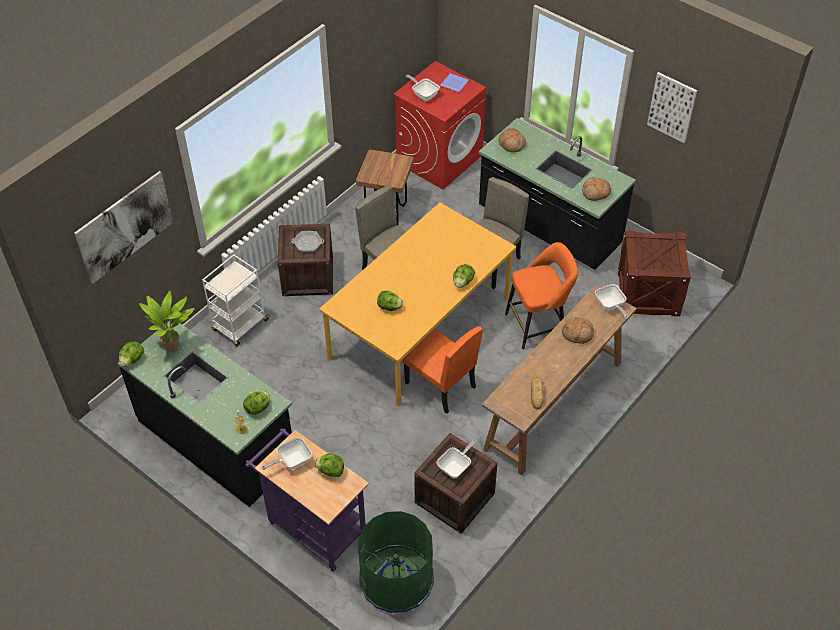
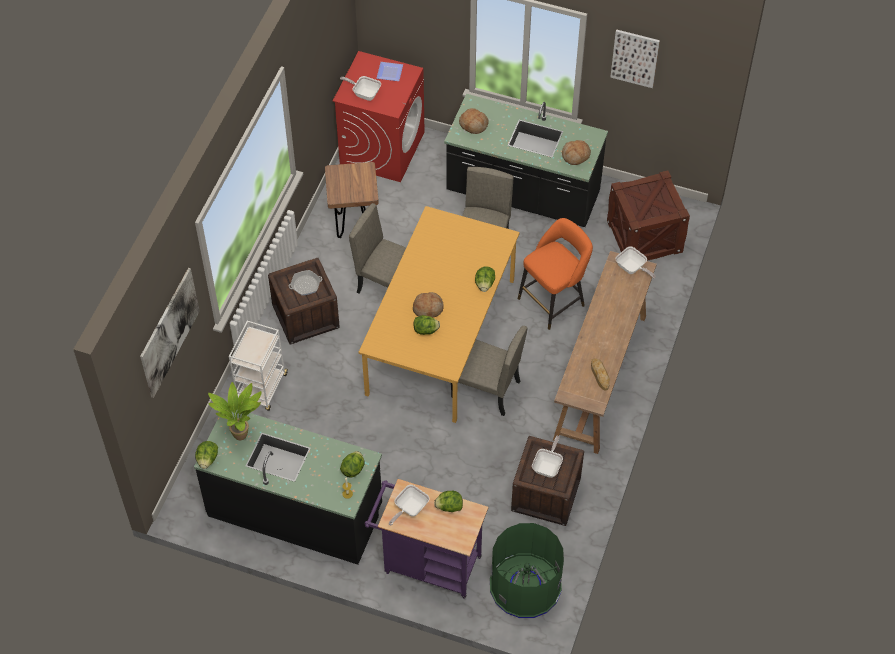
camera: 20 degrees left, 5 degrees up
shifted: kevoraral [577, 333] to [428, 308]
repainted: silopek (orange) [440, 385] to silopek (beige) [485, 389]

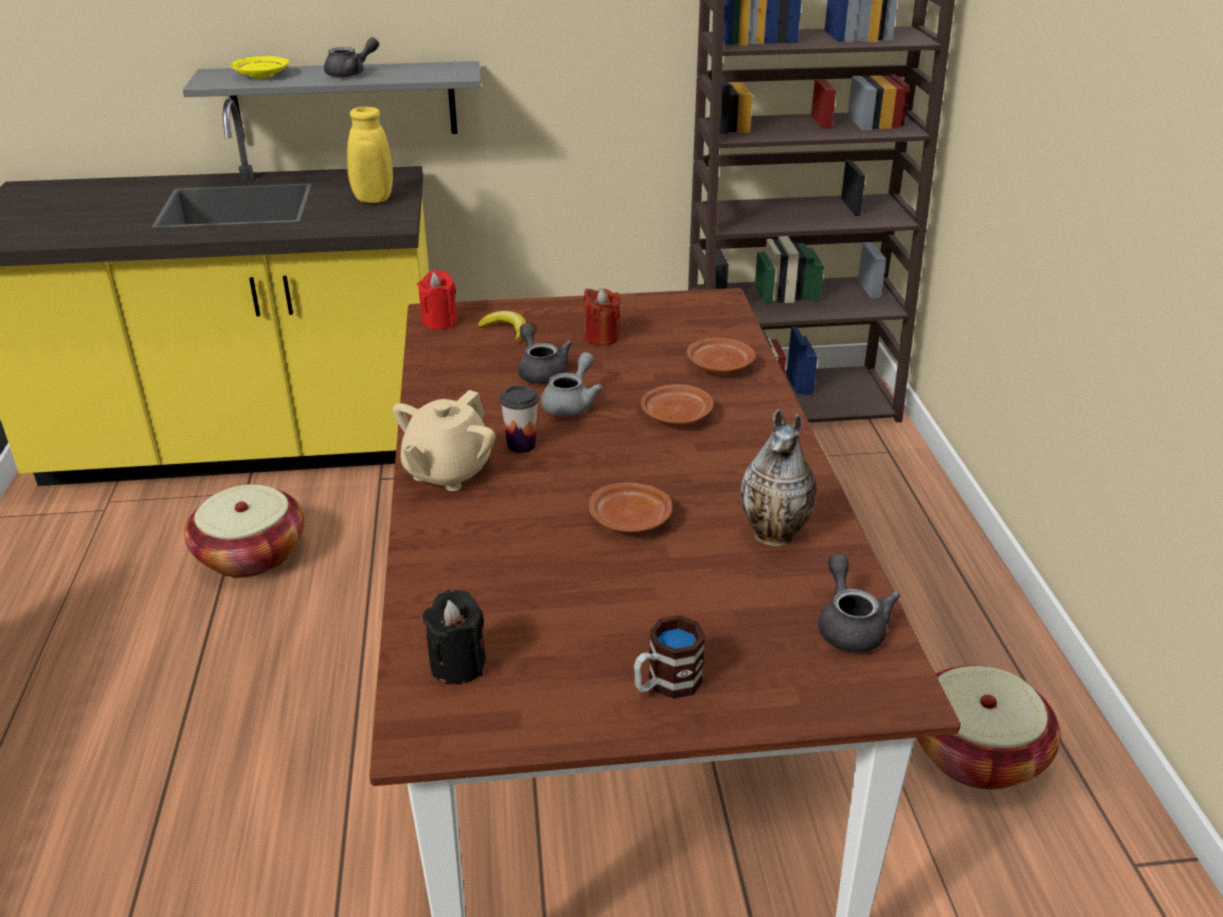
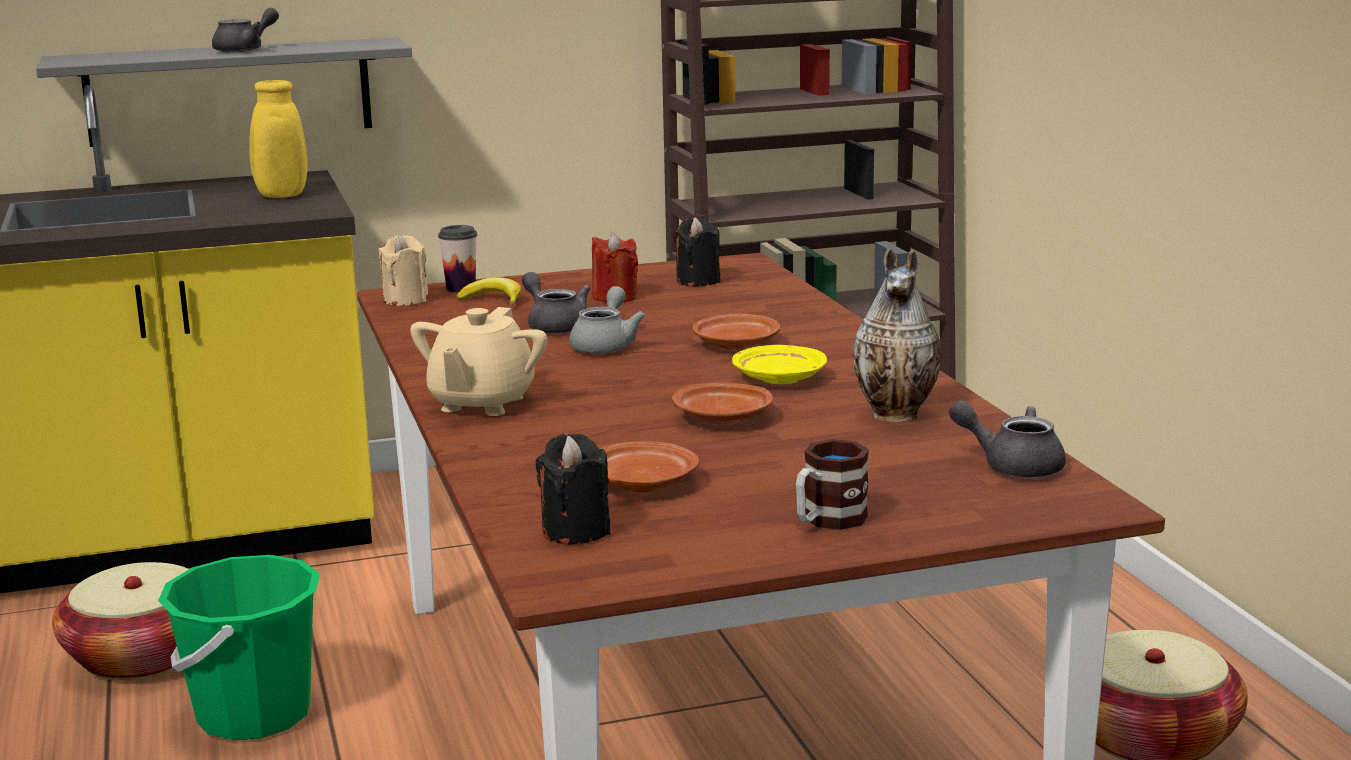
camera: 10 degrees left, 15 degrees down
new: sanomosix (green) [254, 714]; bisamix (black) [698, 281]
shifted: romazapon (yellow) [260, 75] to [778, 378]; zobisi [521, 445] to [461, 288]; romazapon (brown) [719, 366] to [640, 483]
repainted: bisamix (red) [439, 322] to bisamix (beige) [405, 300]
rotated: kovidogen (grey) [849, 625] = [1012, 465] 45 degrees counterclockwise

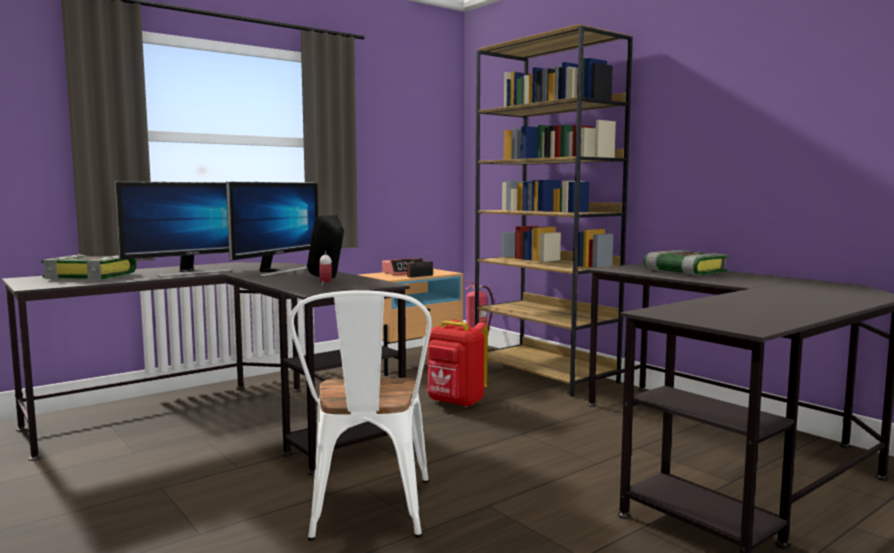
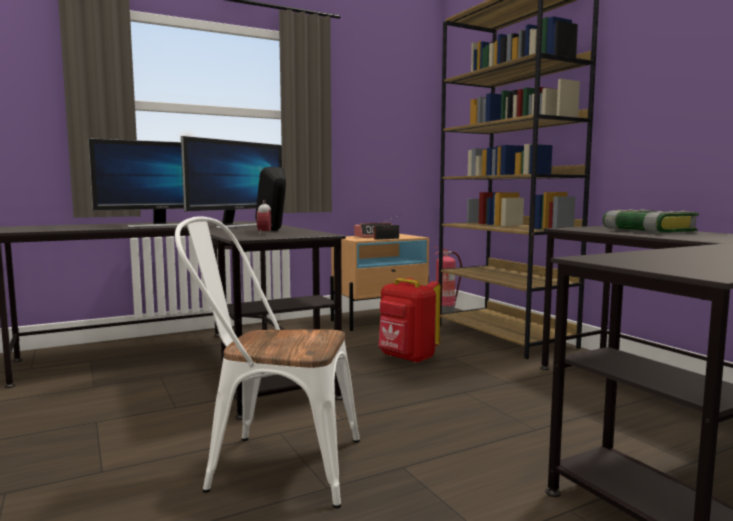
camera: 10 degrees right, 0 degrees up
gone: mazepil [92, 276]
rotated: silopek (white) [367, 514] = [273, 465] 90 degrees clockwise

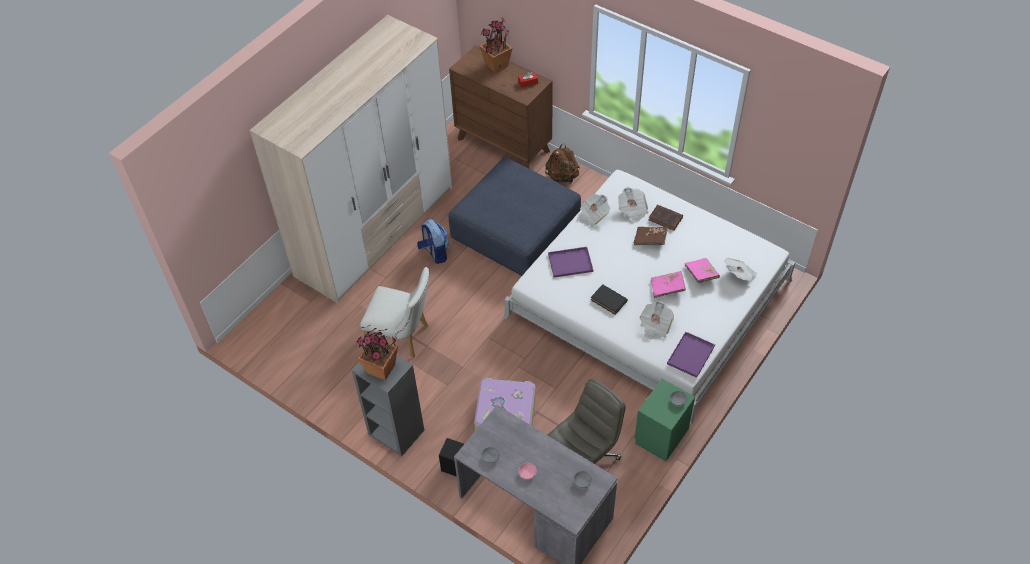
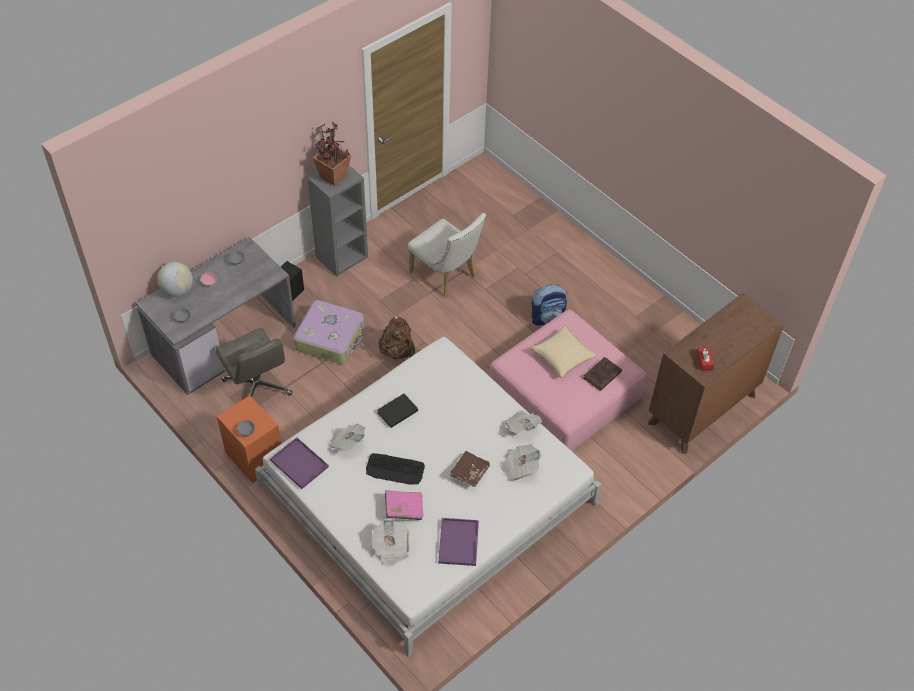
camera: 100 degrees right, 0 degrees up
gone: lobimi [376, 231]; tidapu [496, 65]
new: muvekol [177, 290]; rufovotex [562, 357]
shifted: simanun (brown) [562, 177] to [397, 351]; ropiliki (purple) [569, 263] to [458, 541]; mazepil (brown) [666, 219] to [601, 376]
swapped: mazepil (pink) [667, 288] to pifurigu [395, 469]
repainted: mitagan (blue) [516, 229] to mitagan (pink) [563, 394]; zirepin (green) [661, 436] to zirepin (orange) [254, 457]
rotated: silopek (white) [403, 337] = [446, 276] 75 degrees counterclockwise

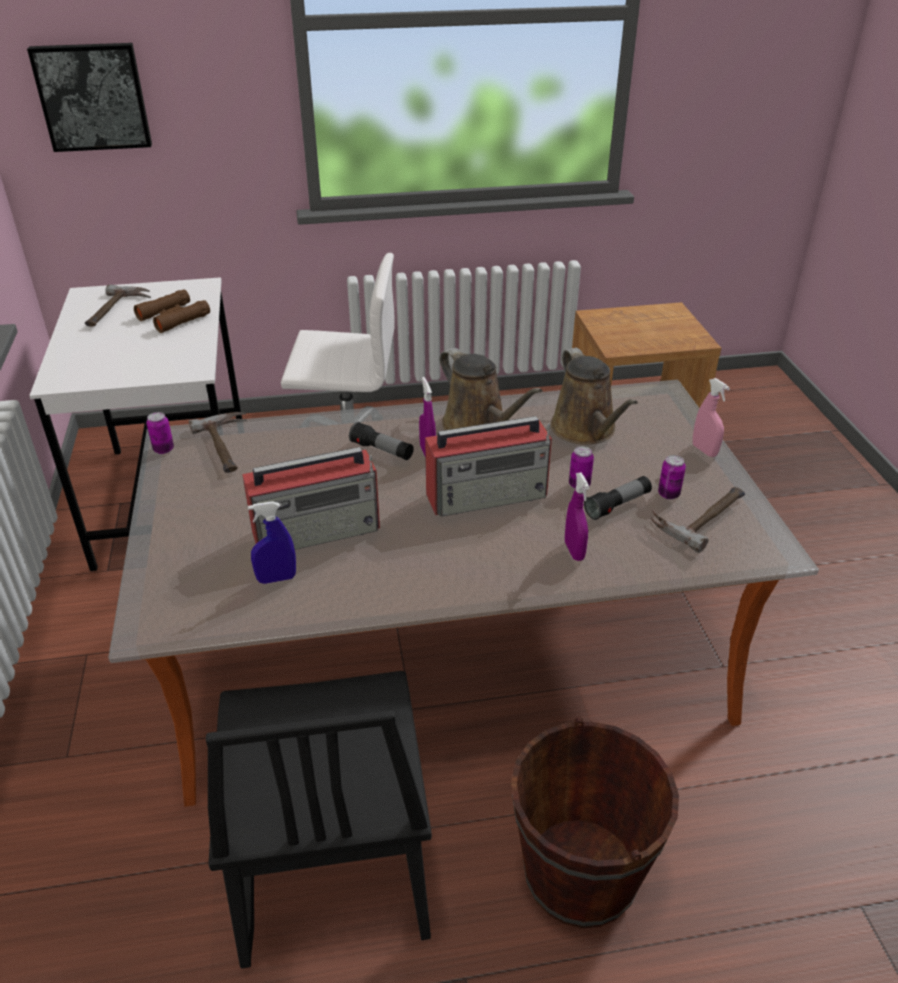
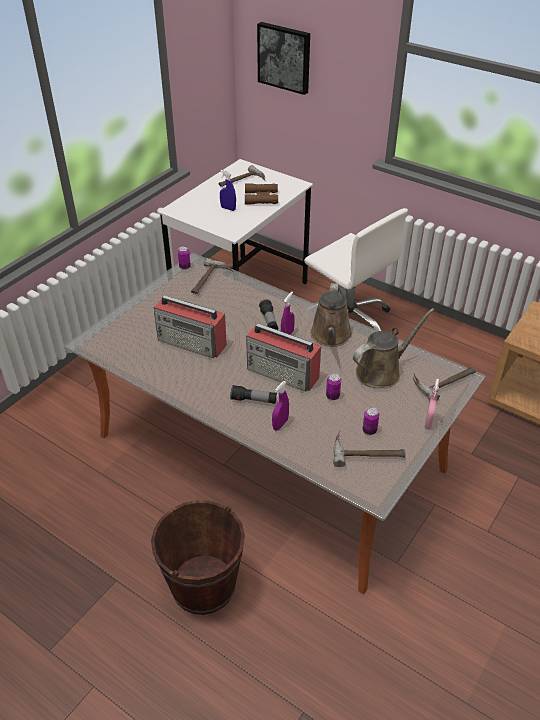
camera: 45 degrees right, 5 degrees up
gone: silopek (black) [329, 864]
new: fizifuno [443, 380]
shifted: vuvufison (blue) [276, 579] to [228, 208]; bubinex [617, 505] to [253, 400]
rotated: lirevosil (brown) [586, 430] = [382, 371] 150 degrees counterclockwise

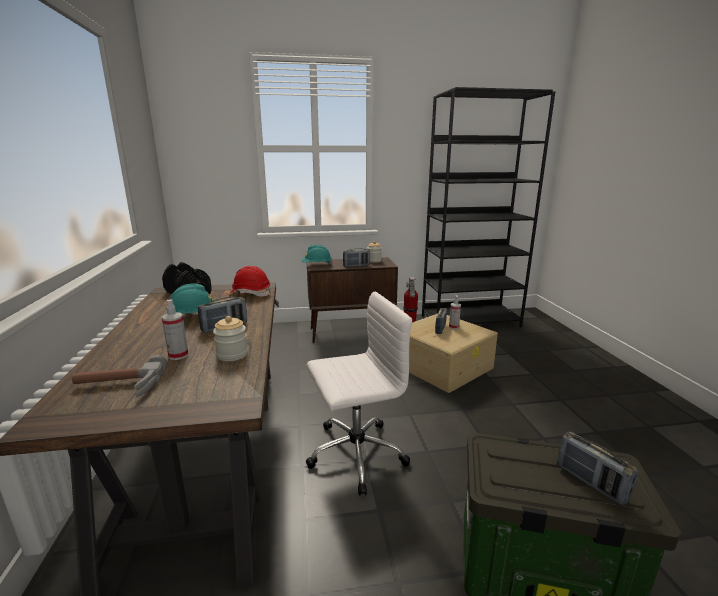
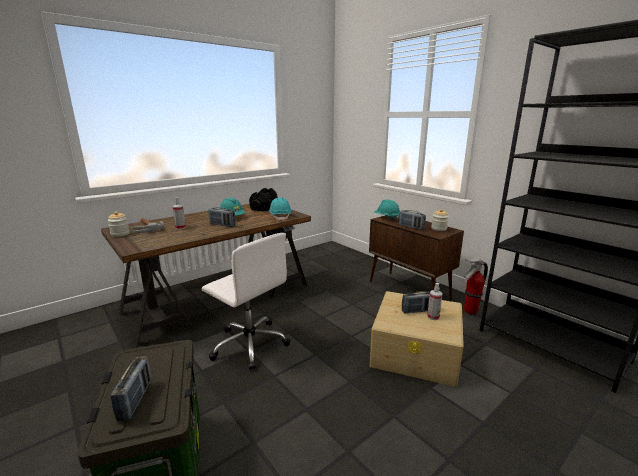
camera: 60 degrees right, 0 degrees up
shifted: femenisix [232, 354] to [120, 234]
repainted: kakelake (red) [250, 293] to kakelake (turquoise) [280, 216]
rotated: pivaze [590, 482] = [135, 400] 150 degrees clockwise

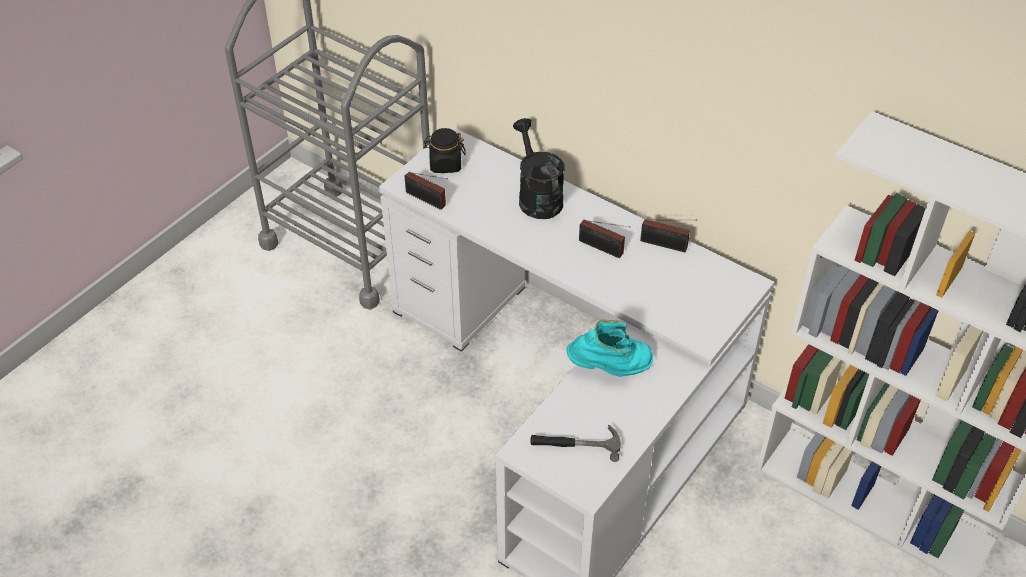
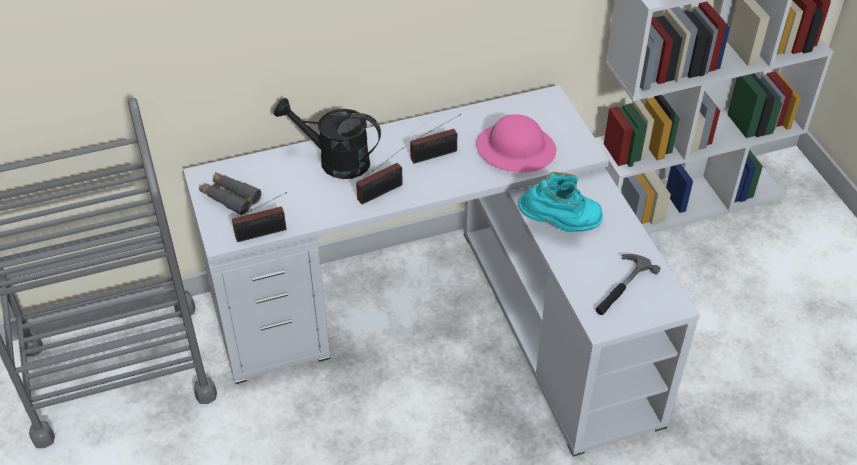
camera: 55 degrees left, 0 degrees up
new: kakelake (pink) [516, 149]
shifted: pivaze [666, 245] to [382, 191]
swapped: femenisix (black) [445, 164] to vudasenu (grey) [230, 197]
rotated: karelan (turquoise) [610, 369] = [560, 225] 60 degrees clockwise

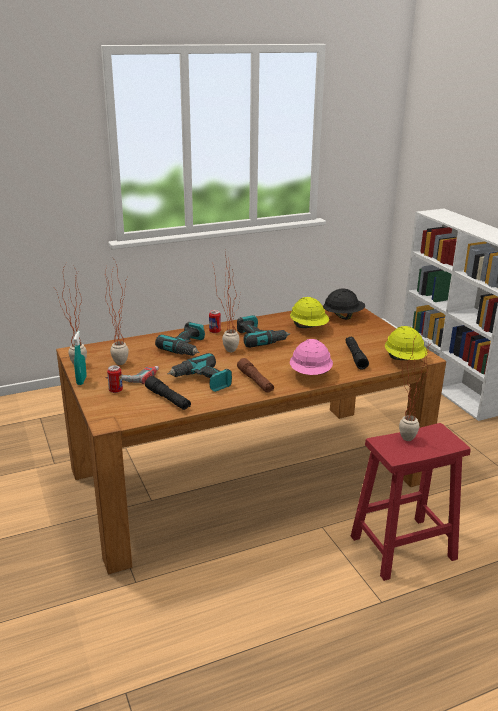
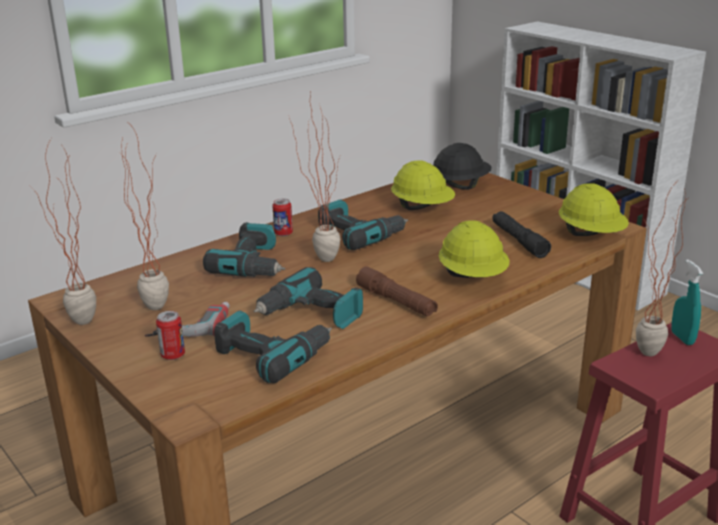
camera: 15 degrees left, 0 degrees up
shifted: vuvufison (turquoise) [81, 381] to [682, 338]
swapped: bubinex (black) [168, 399] to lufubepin [272, 355]
repainted: kakelake (pink) [310, 374] to kakelake (yellow) [473, 277]

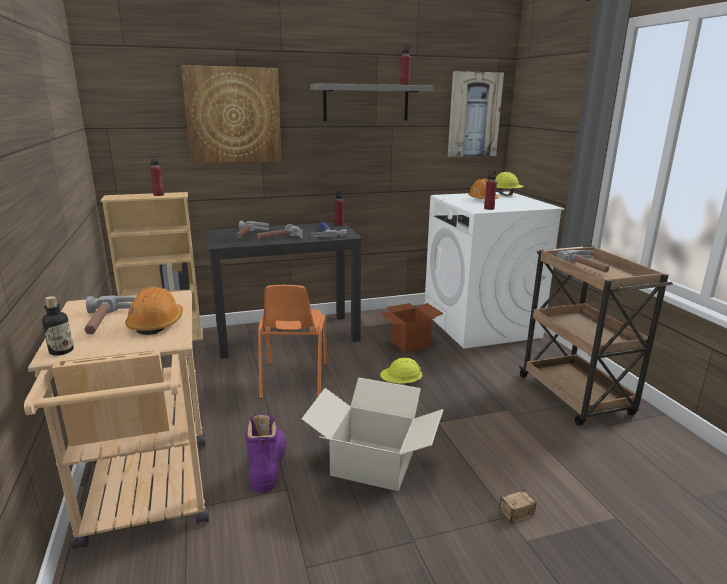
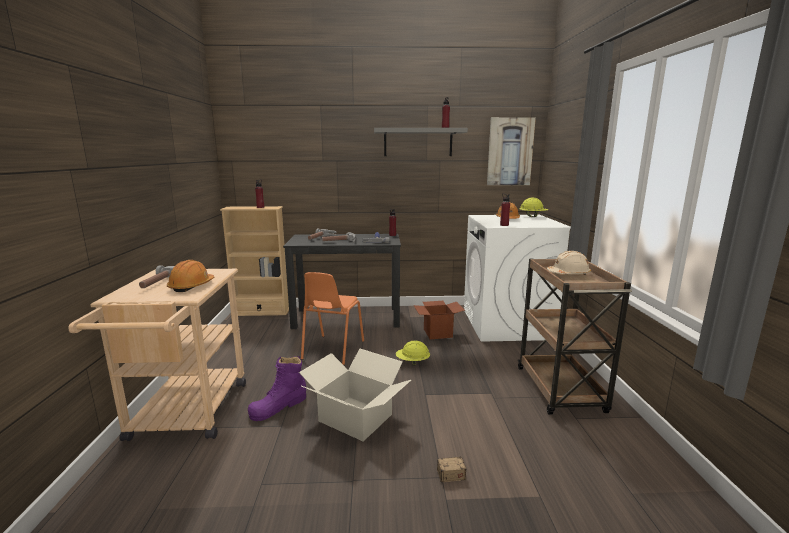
camera: 15 degrees right, 5 degrees down
gone: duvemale [61, 351]; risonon [233, 115]
swapped: fizifuno [589, 266] to kakelake (beige) [568, 274]
rotated: karelan (purple) [268, 465] = [279, 406] 150 degrees counterclockwise

